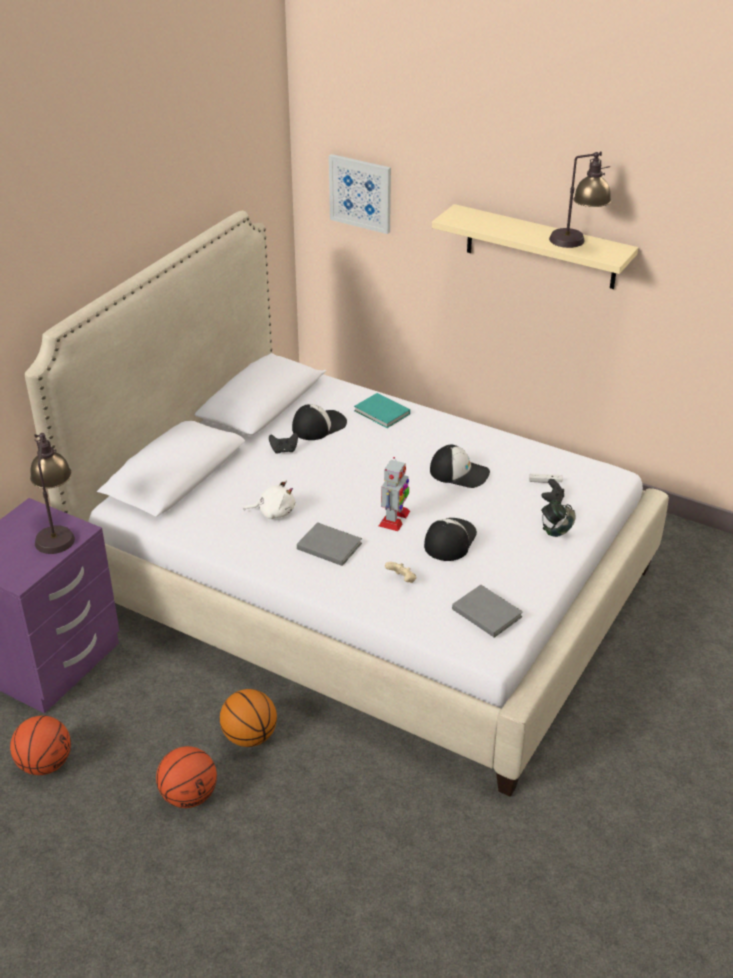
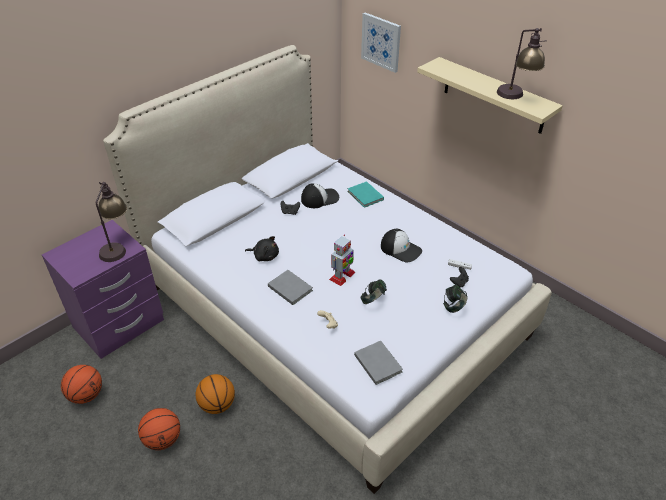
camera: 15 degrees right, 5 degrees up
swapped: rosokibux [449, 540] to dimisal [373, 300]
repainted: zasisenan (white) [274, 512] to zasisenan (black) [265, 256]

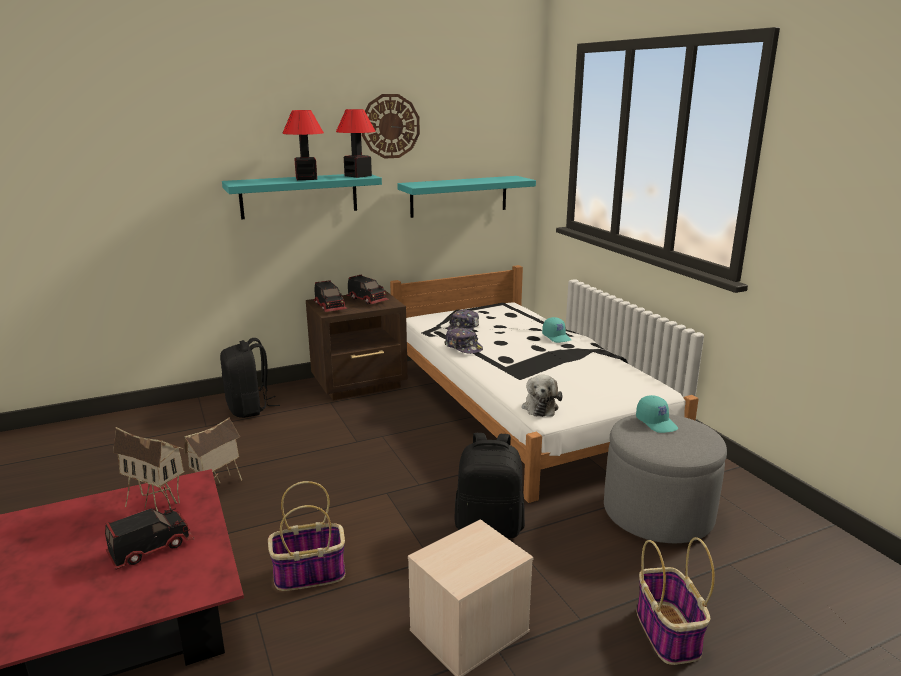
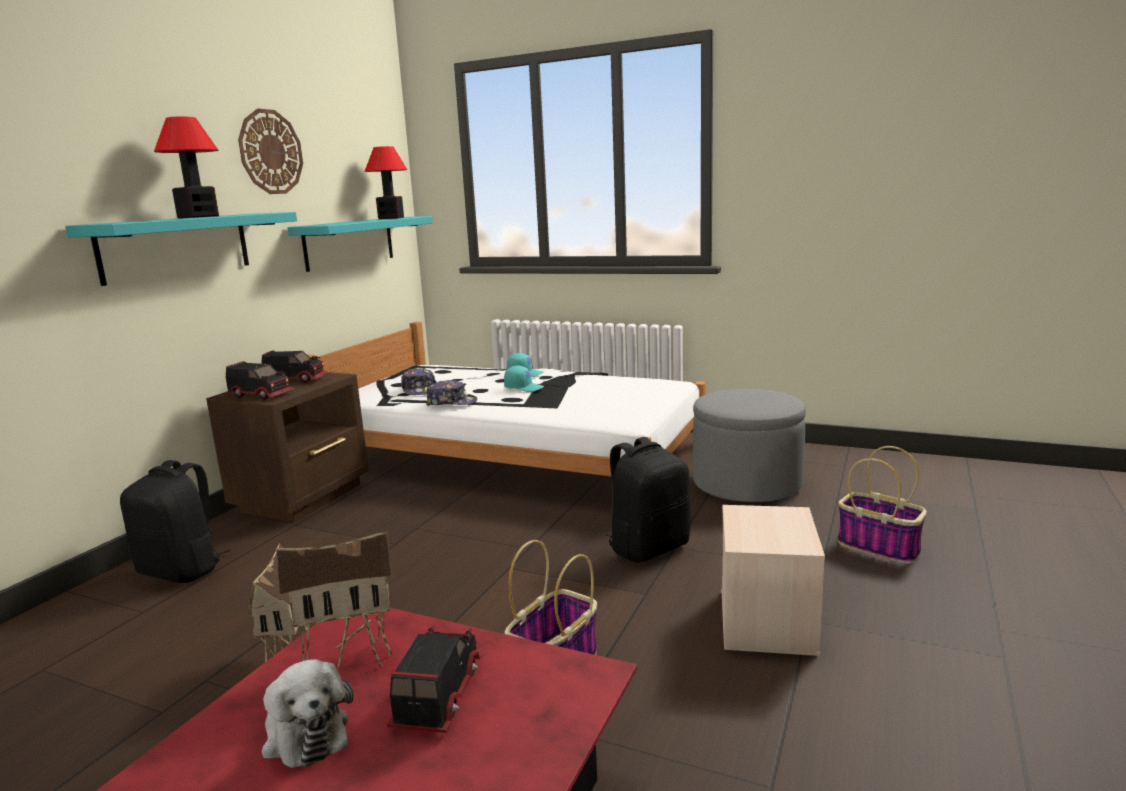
camera: 40 degrees left, 5 degrees down
shifted: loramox [357, 176] to [390, 218]; zasisenan [540, 407] to [305, 732]; rosokibux (turquoise) [657, 422] to [524, 388]

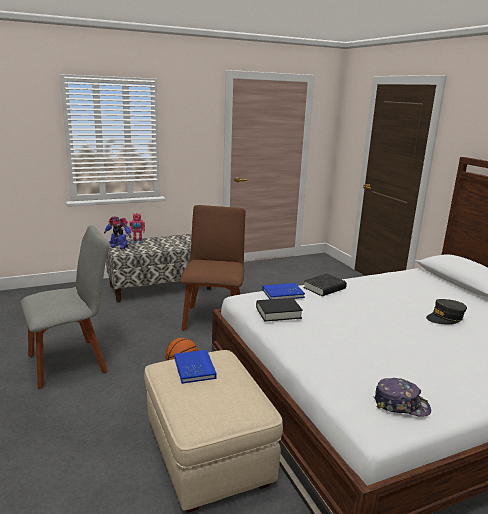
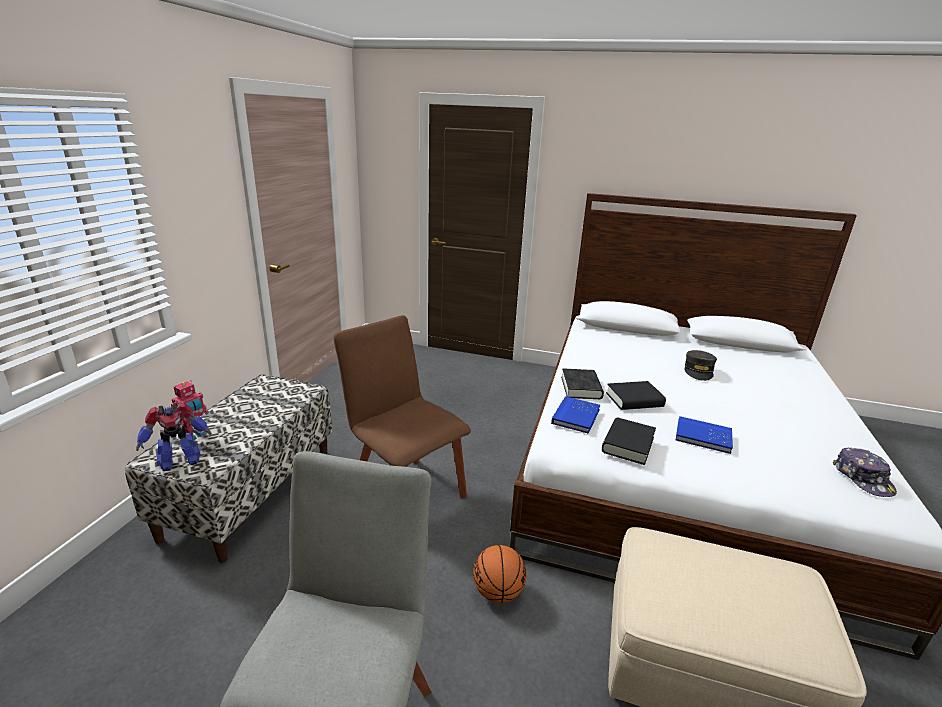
camera: 50 degrees left, 5 degrees up
new: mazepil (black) [634, 400]
shifted: mazepil (blue) [194, 368] to [703, 437]
rotated: rosokibux [401, 404] = [863, 478] 120 degrees clockwise

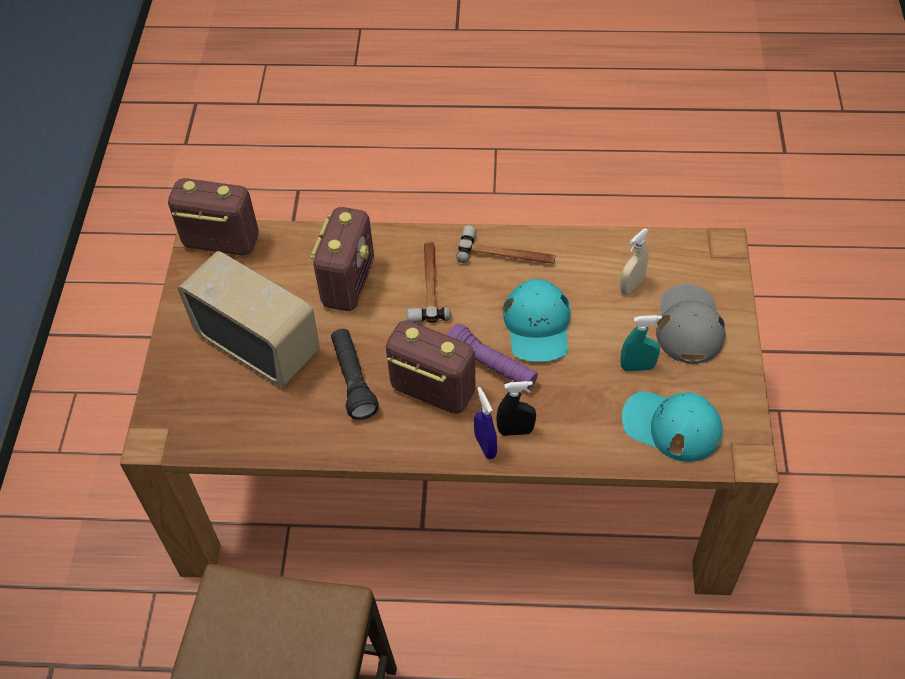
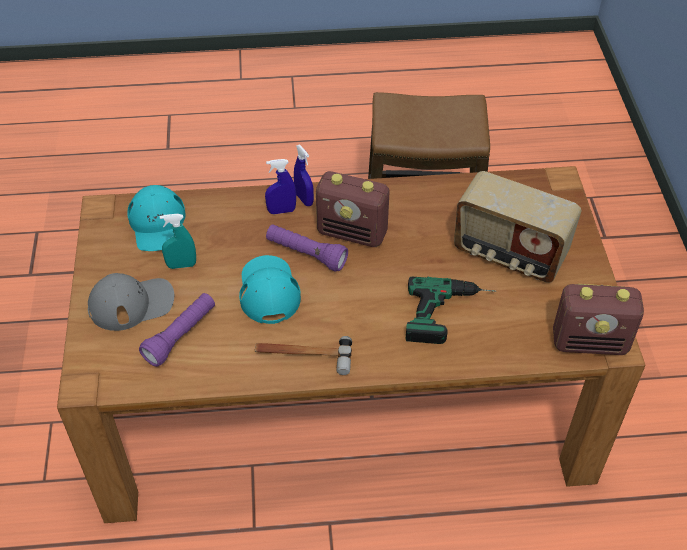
camera: 170 degrees right, 5 degrees down
gone: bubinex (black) [353, 380]; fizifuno [428, 284]
swapped: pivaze [348, 282] to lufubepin [450, 314]; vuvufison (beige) [631, 285] to bubinex (purple) [181, 336]
repainted: vuvufison (black) [515, 431] to vuvufison (blue) [281, 211]
rotated: rosokibux (turquoise) [671, 426] = [158, 224] 60 degrees clockwise; rosokibux (grey) [689, 325] = [132, 303] 105 degrees counterclockwise

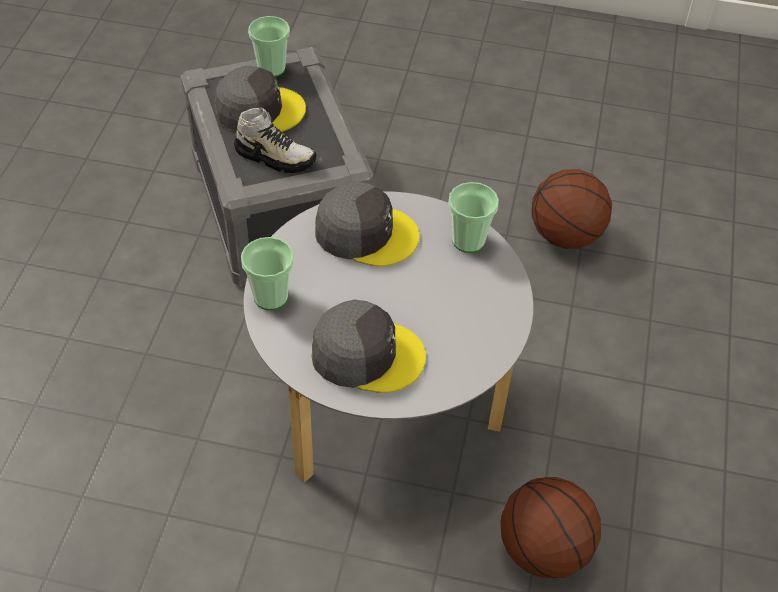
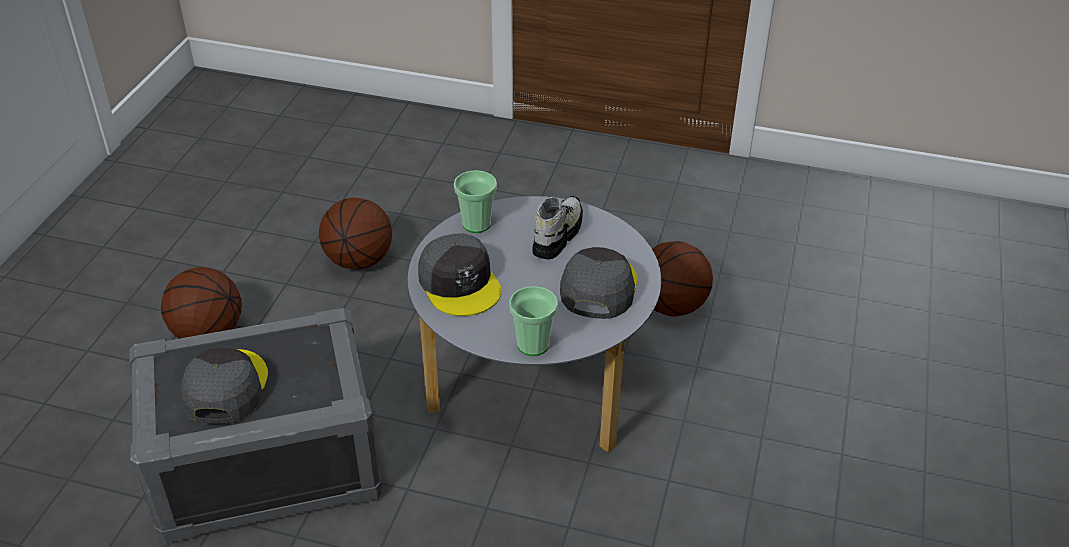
camera: 85 degrees left, 10 degrees down
gone: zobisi [271, 68]
new: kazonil [207, 333]
shifted: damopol [275, 157] to [557, 235]
rotated: rosokibux (grey) [365, 232] = [460, 283] 135 degrees clockwise

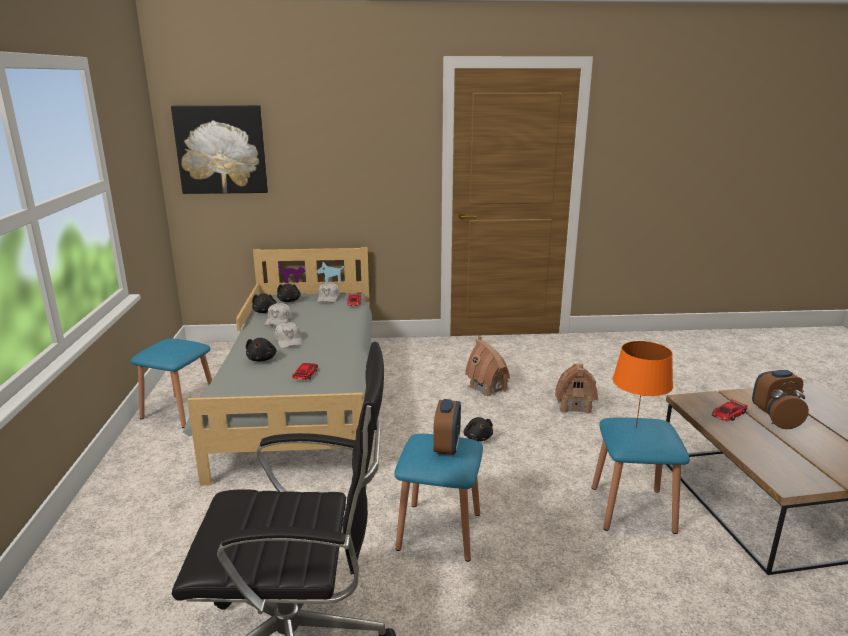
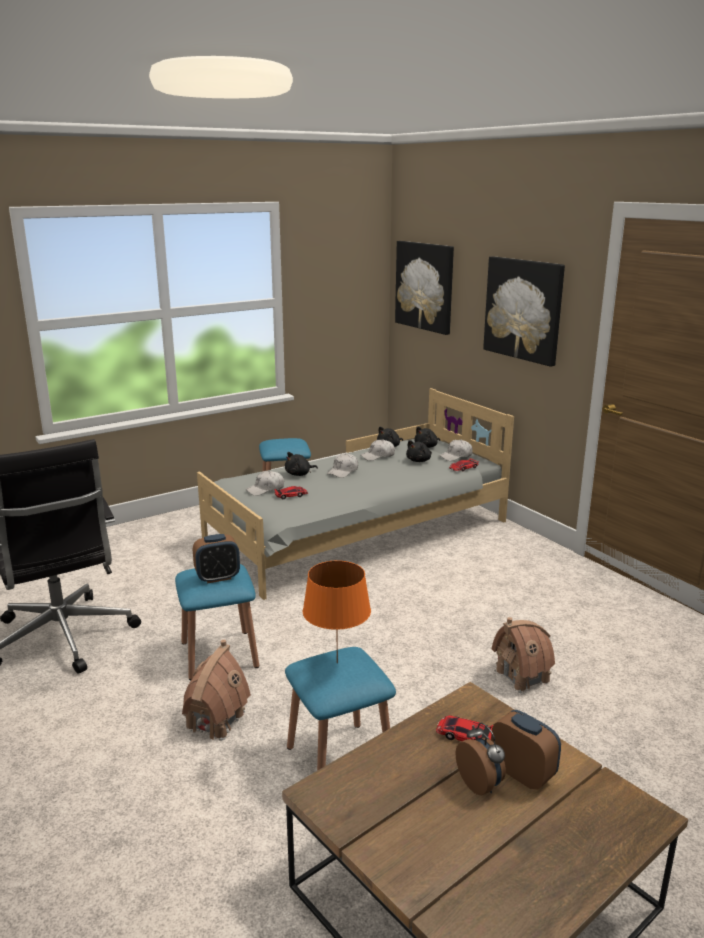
camera: 60 degrees right, 0 degrees up
new: rosokibux (white) [265, 489]; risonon [523, 309]
shifted: zasisenan (black) [477, 437] to [419, 460]; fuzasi [488, 387] to [215, 720]

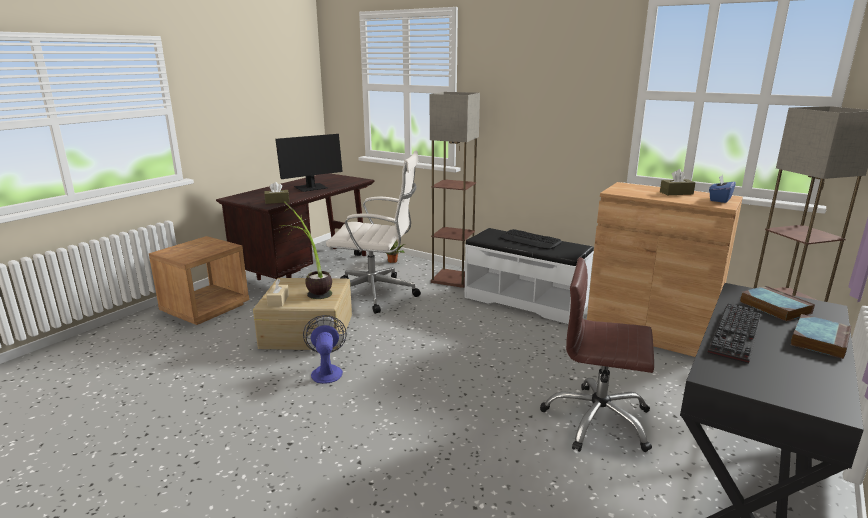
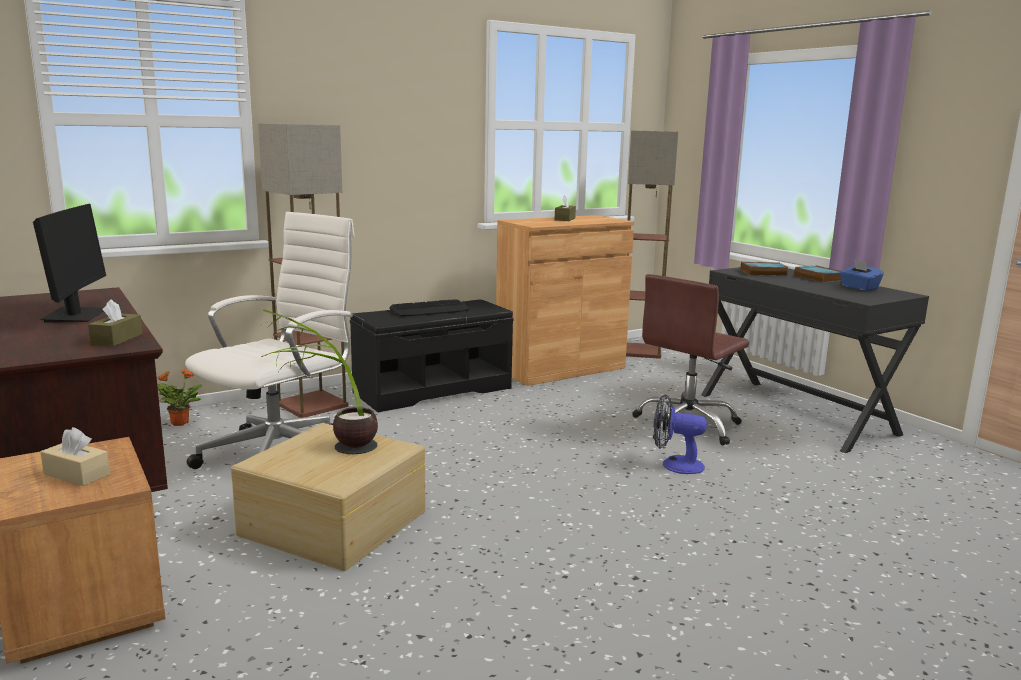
camera: 65 degrees left, 5 degrees down
gone: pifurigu [738, 335]
shifted: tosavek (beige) [278, 300] to [77, 474]; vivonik [326, 371] to [675, 465]; tosavek (blue) [719, 199] to [859, 288]
repainted: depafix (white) [525, 301] to depafix (black) [432, 390]

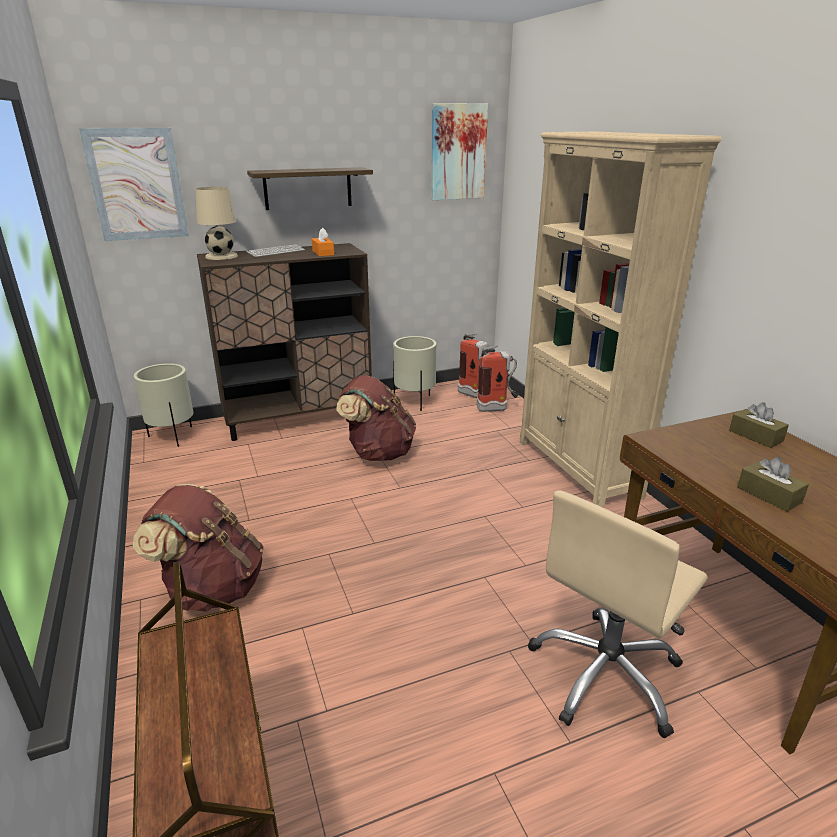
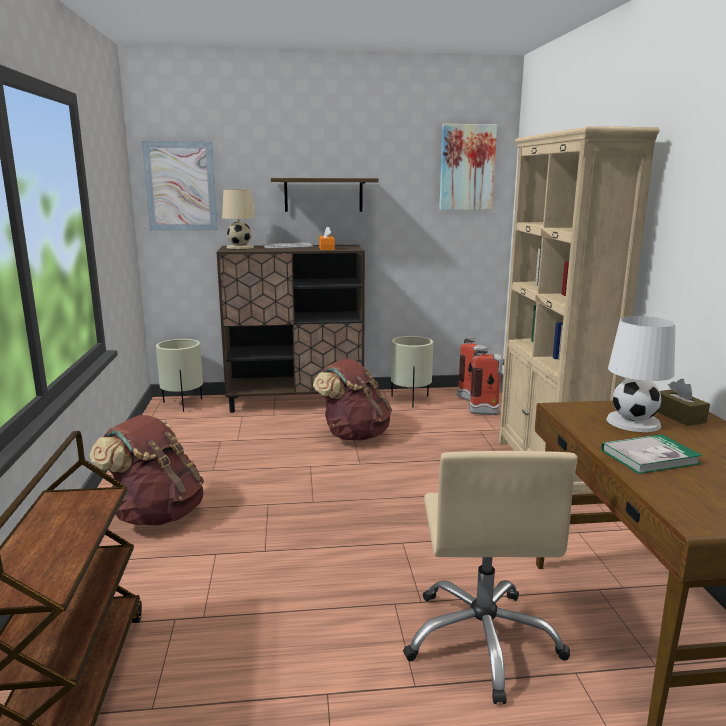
camera: 15 degrees right, 10 degrees down
new: loramox (white) [634, 422]
swapped: tosavek (brown) [769, 495] to mazepil [649, 457]
rotated: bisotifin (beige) [606, 674] = [482, 640] 60 degrees counterclockwise

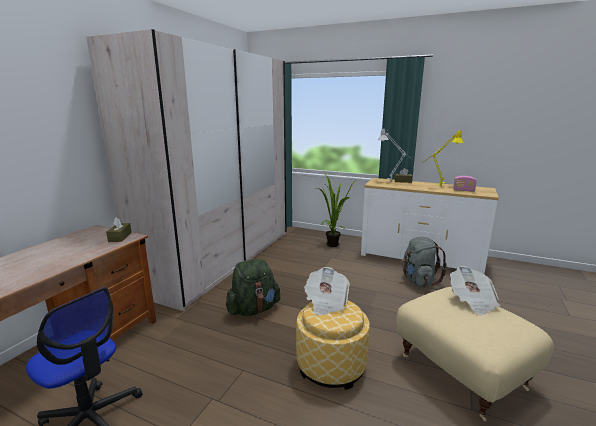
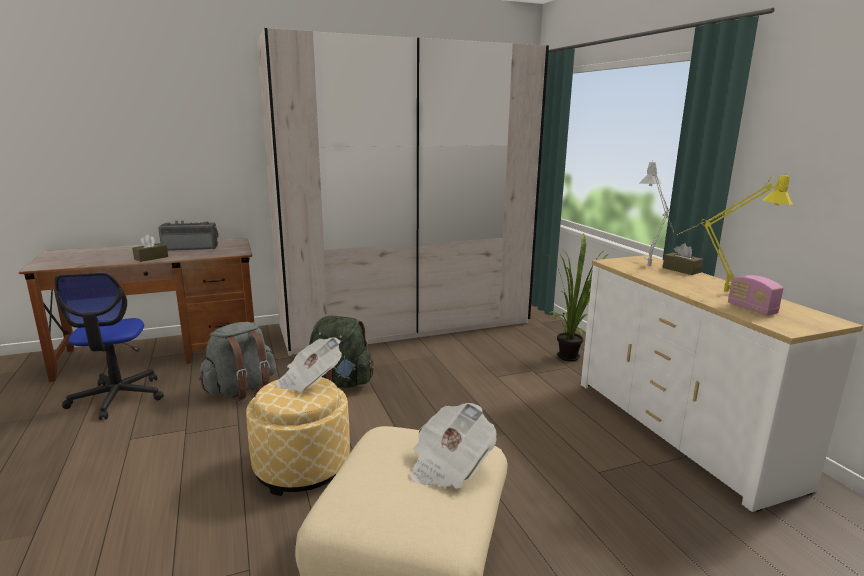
camera: 45 degrees right, 0 degrees up
new: pivaze [191, 248]
shifted: tosavek (brown) [120, 237] to [151, 258]; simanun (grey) [418, 281] to [241, 389]

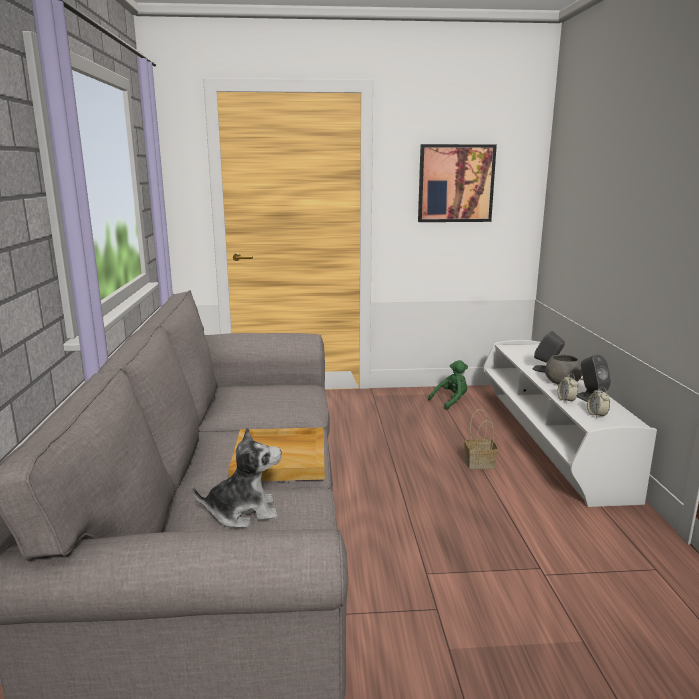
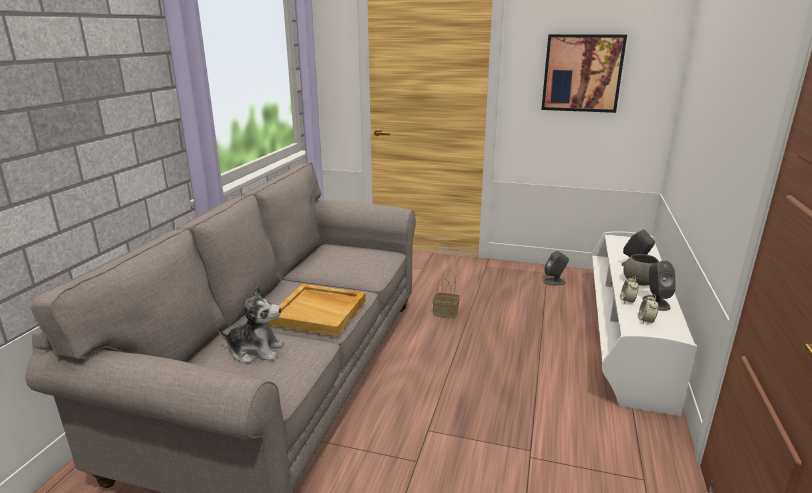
camera: 20 degrees right, 5 degrees up
shifted: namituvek [478, 464] to [444, 313]
swapped: zasisenan (green) [451, 401] to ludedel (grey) [554, 282]

